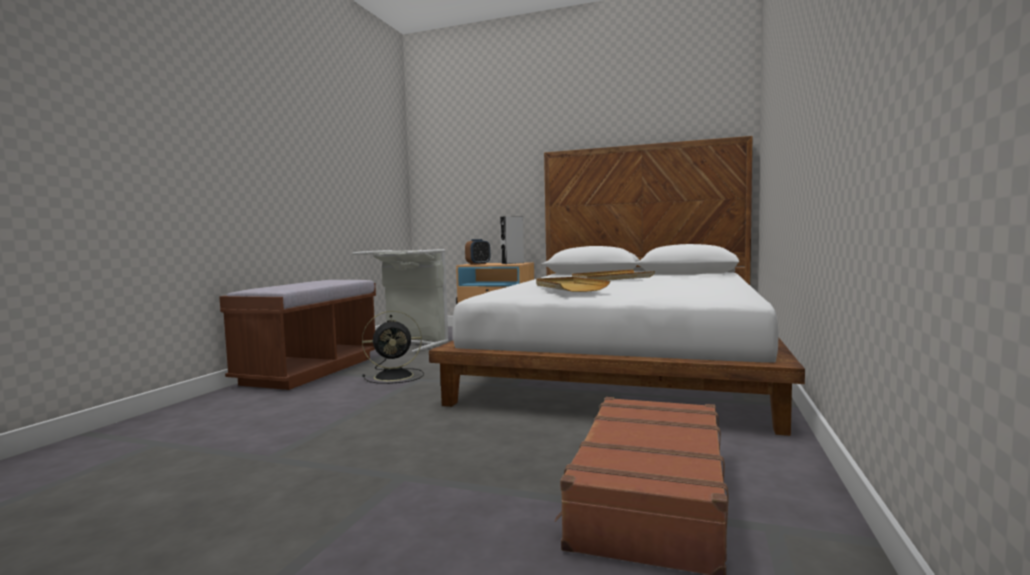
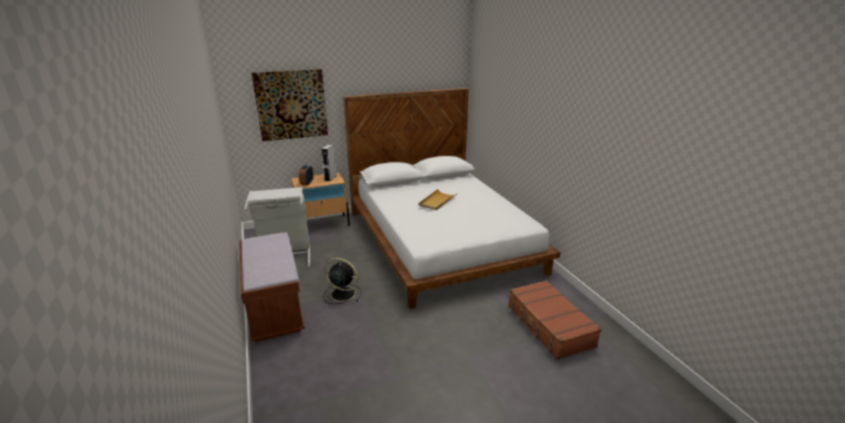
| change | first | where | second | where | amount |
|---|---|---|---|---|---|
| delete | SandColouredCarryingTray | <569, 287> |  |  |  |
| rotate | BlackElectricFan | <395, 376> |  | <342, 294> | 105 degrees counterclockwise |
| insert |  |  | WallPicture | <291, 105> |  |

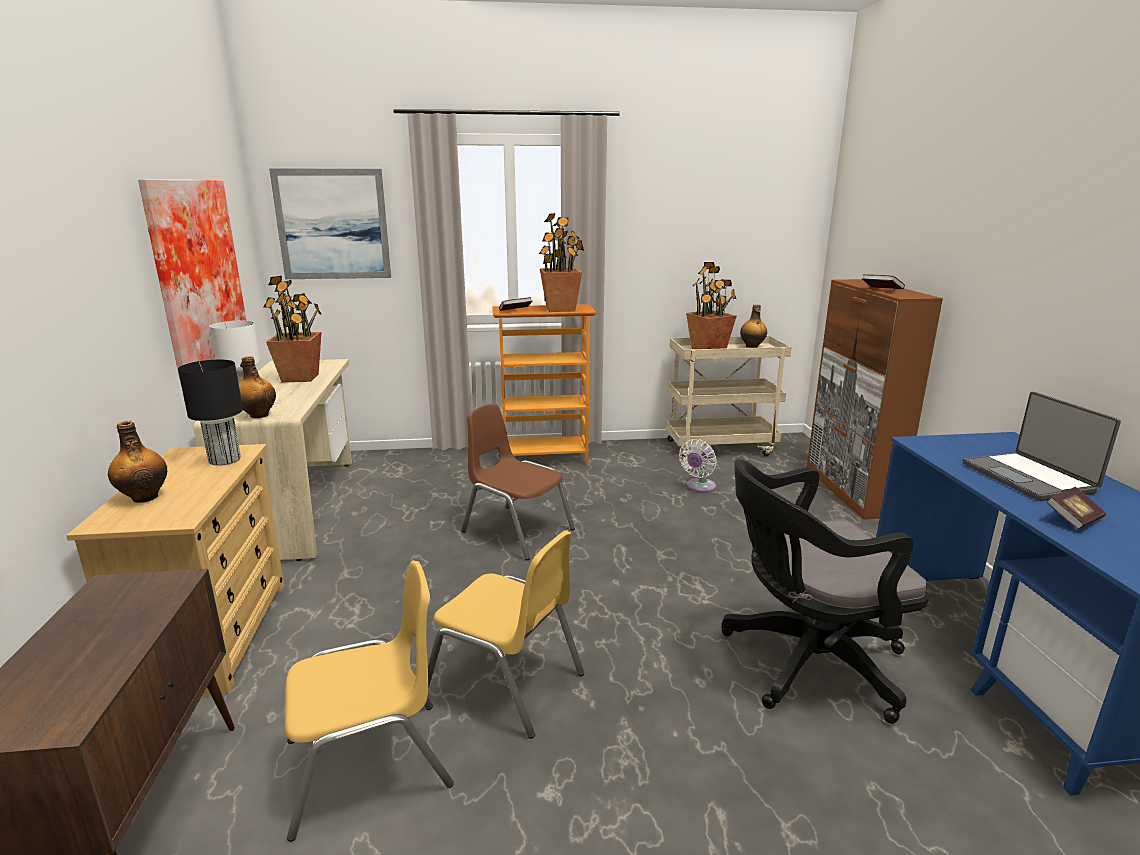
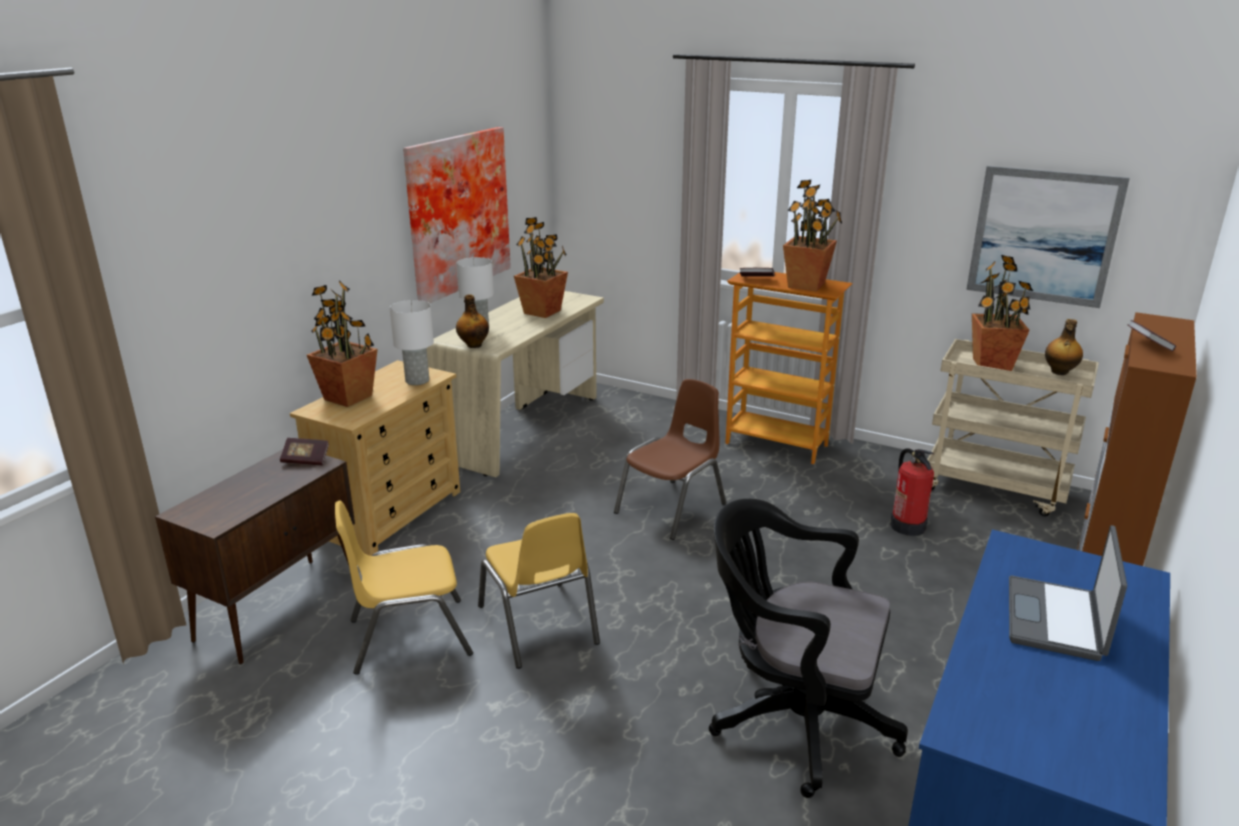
| change | first | where | second | where | amount |
|---|---|---|---|---|---|
| move | WallPicture | <332, 224> |  | <1043, 236> |  |
| recolor | BlackTabletopLamp | <224, 460> | WhiteTabletopLamp | <416, 381> |  |
| rotate | BrownColouredPlainChair | <517, 531> |  | <672, 509> | 60 degrees clockwise |
| replace | BeverageBottle | <144, 497> | PlantInAPot | <348, 398> |  |
| replace | WhiteElectricFan | <699, 487> | Extinguisher | <907, 526> |  |
| move | Book | <1073, 519> |  | <306, 460> |  |
| rotate | YellowColouredPlainChair | <369, 765> |  | <409, 636> | 150 degrees clockwise |

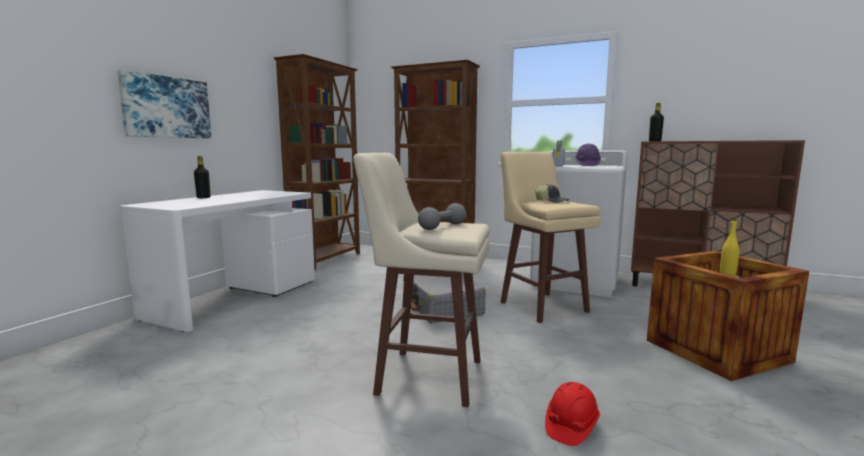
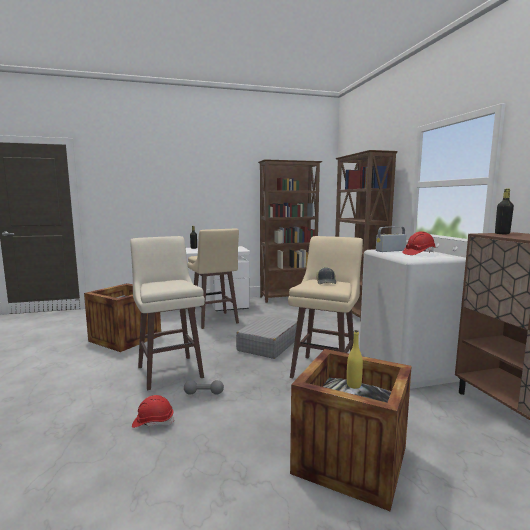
| change | first | where | second | where | amount |
|---|---|---|---|---|---|
| delete | WallPicture | <166, 107> |  |  |  |
| recolor | PurpleWorkHelmet | <587, 165> | RedWorkHelmet | <418, 253> |  |
| move | GrayFreeWeight | <442, 226> |  | <203, 393> |  |
| insert |  |  | SandColouredSittingStool | <214, 321> |  |
| insert |  |  | ShippingCrate | <125, 338> |  |

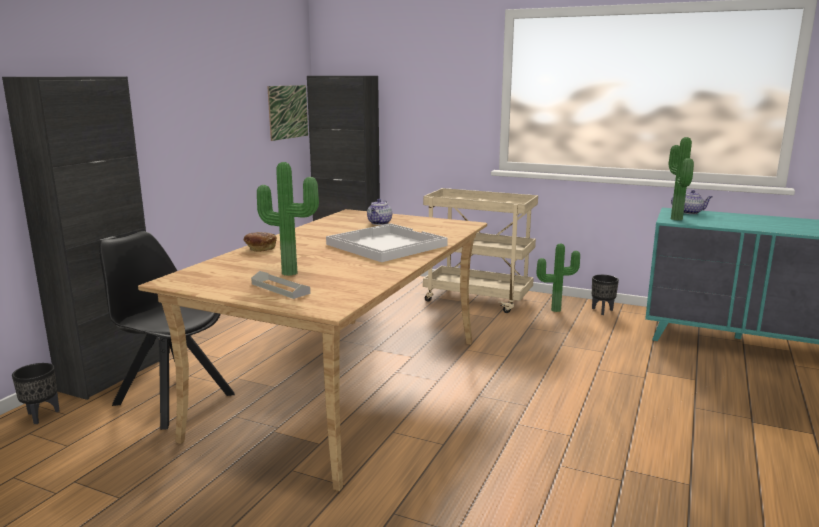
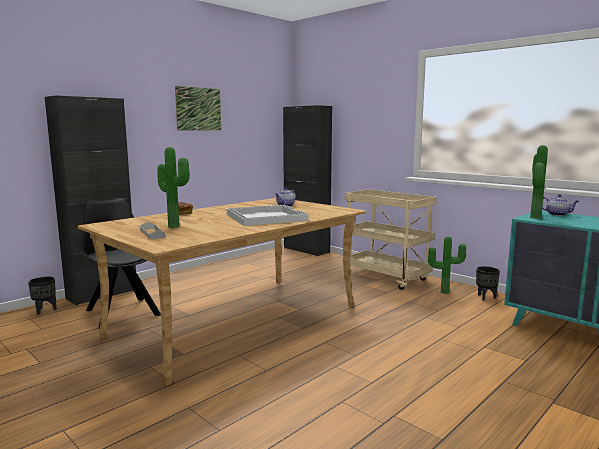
| change | first | where | second | where | amount |
|---|---|---|---|---|---|
| move | WallPicture | <288, 112> |  | <198, 109> |  |

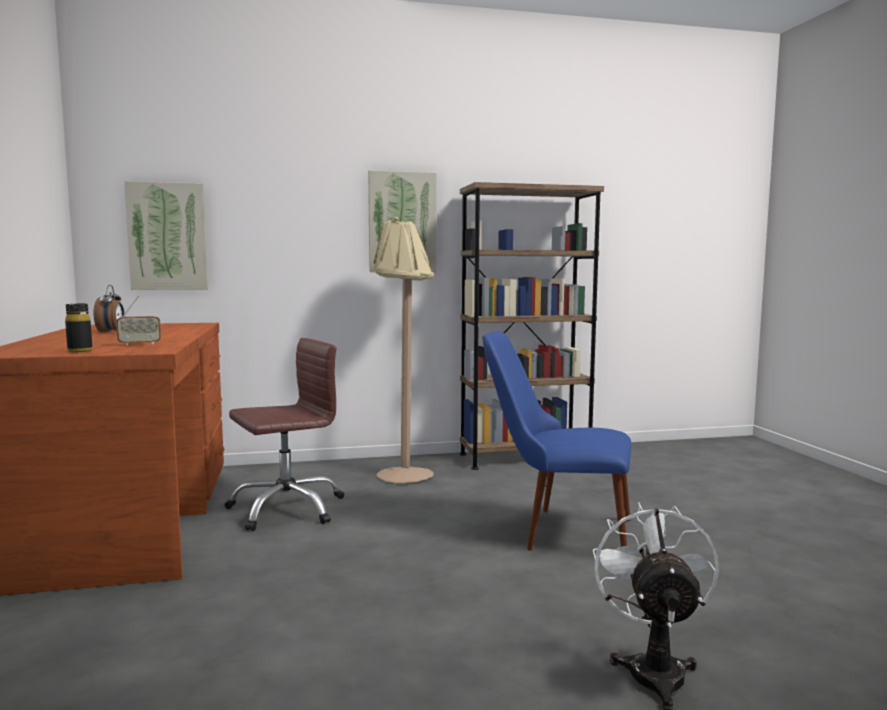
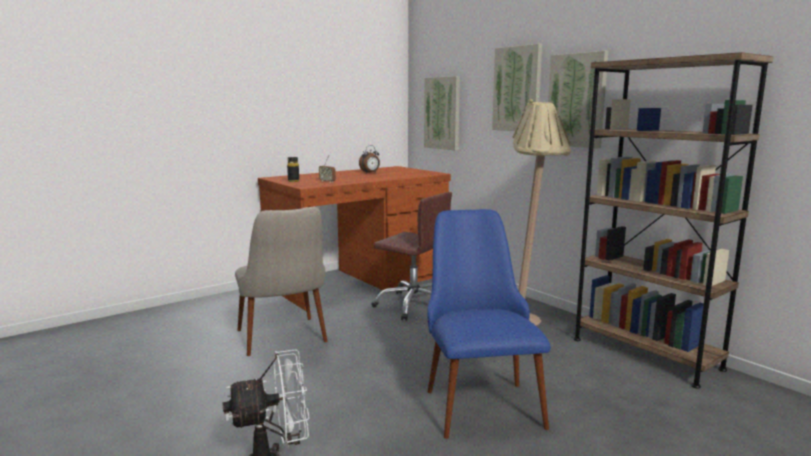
| change | first | where | second | where | amount |
|---|---|---|---|---|---|
| insert |  |  | WallPicture | <517, 89> |  |
| insert |  |  | SandColouredPlainChair | <285, 342> |  |

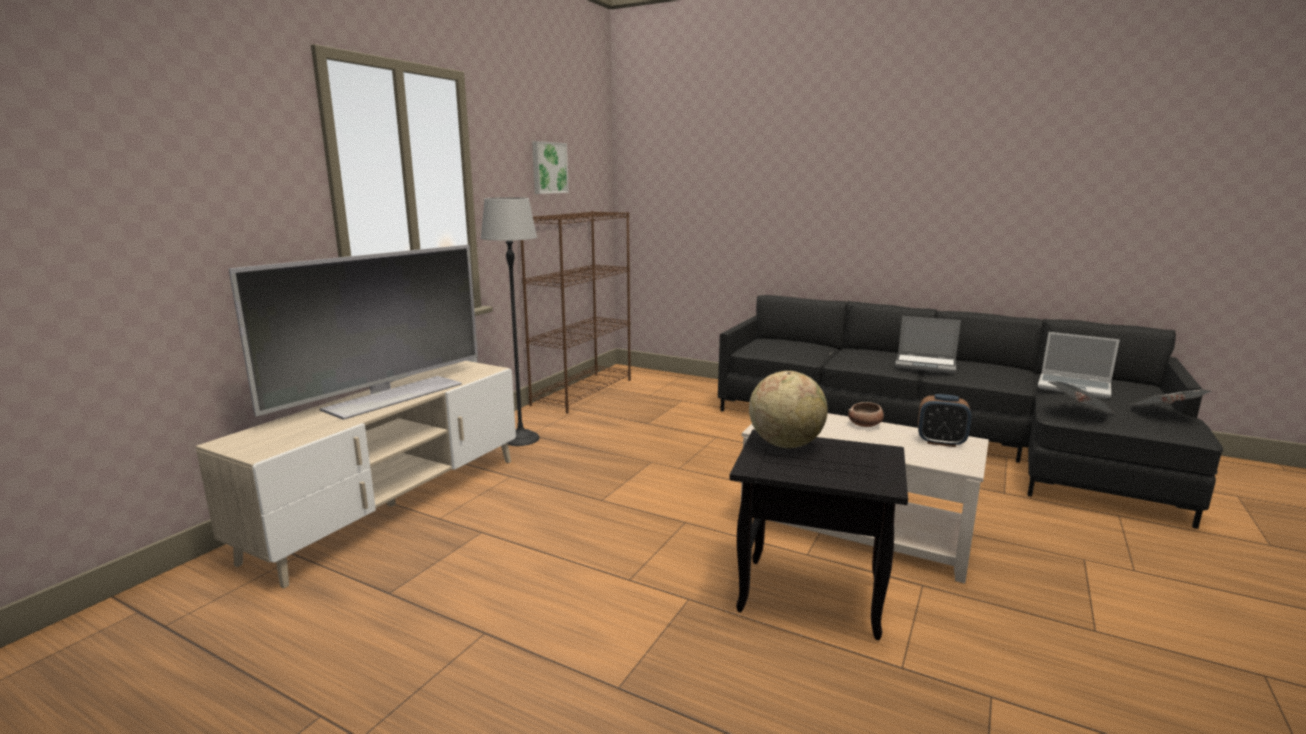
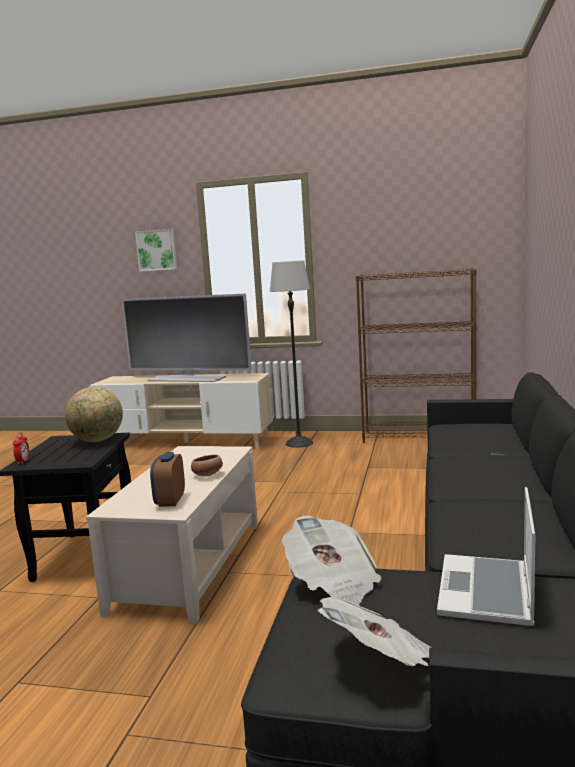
| change | first | where | second | where | amount |
|---|---|---|---|---|---|
| move | WallPicture | <548, 168> |  | <157, 250> |  |
| delete | NotebookComputer | <926, 365> |  |  |  |
| insert |  |  | TableClock | <23, 461> |  |

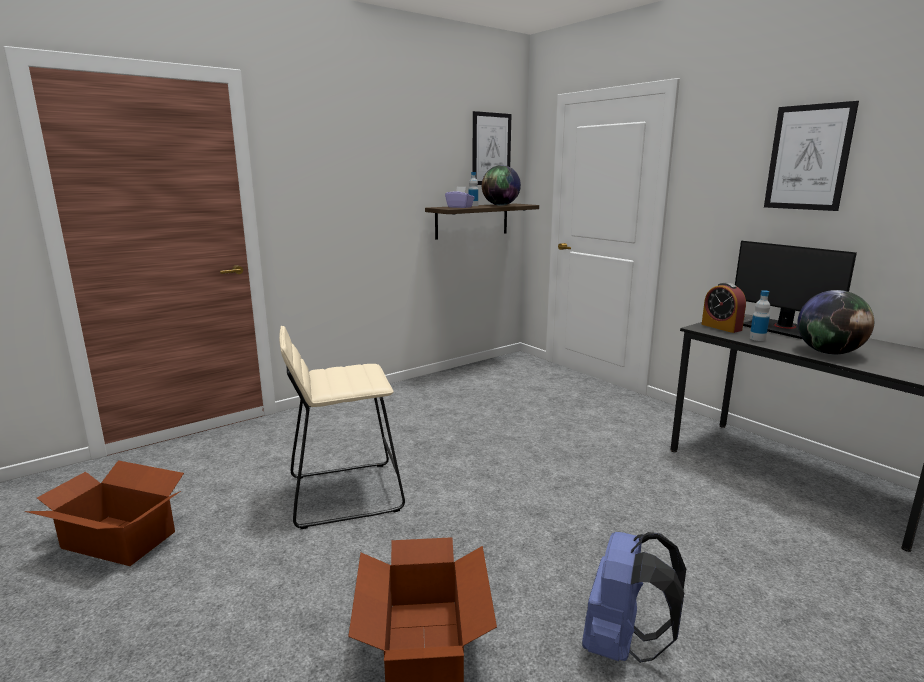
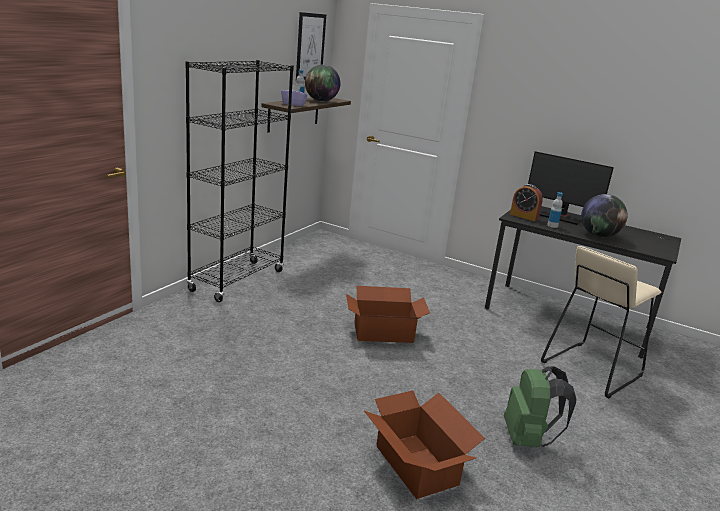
| change | first | where | second | where | amount |
|---|---|---|---|---|---|
| delete | WallPicture | <808, 157> |  |  |  |
| move | SandColouredSittingStool | <345, 493> |  | <591, 368> |  |
| move | Carton | <119, 539> |  | <382, 332> |  |
| recolor | BlueColouredKnapsack | <622, 644> | GreenKnapsack | <528, 439> |  |
| insert |  |  | BlackBookshelf | <237, 281> |  |

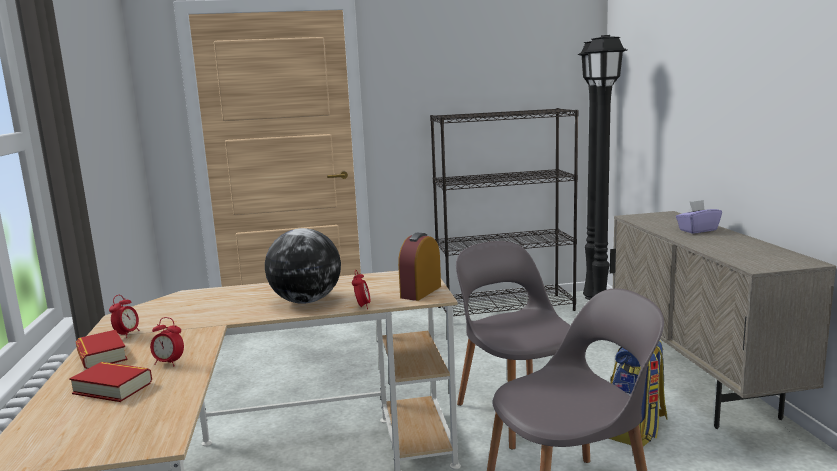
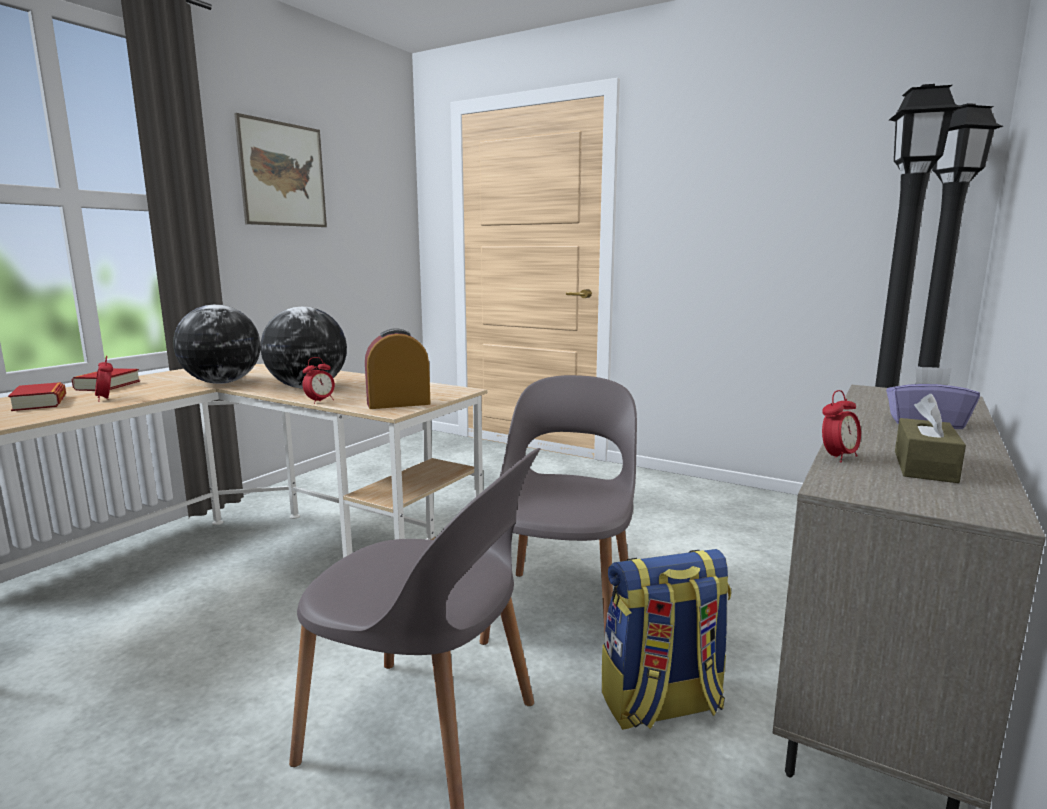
| change | first | where | second | where | amount |
|---|---|---|---|---|---|
| delete | BlackBookshelf | <506, 308> |  |  |  |
| move | TableClock | <127, 334> |  | <838, 457> |  |
| insert |  |  | WallPicture | <283, 174> |  |
| insert |  |  | DeskGlobe | <223, 382> |  |
| insert |  |  | BrownColouredTissueBox | <924, 466> |  |

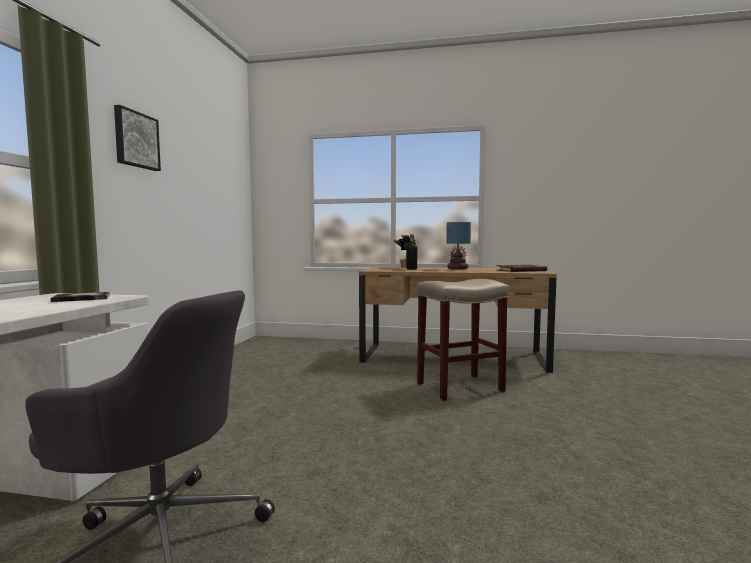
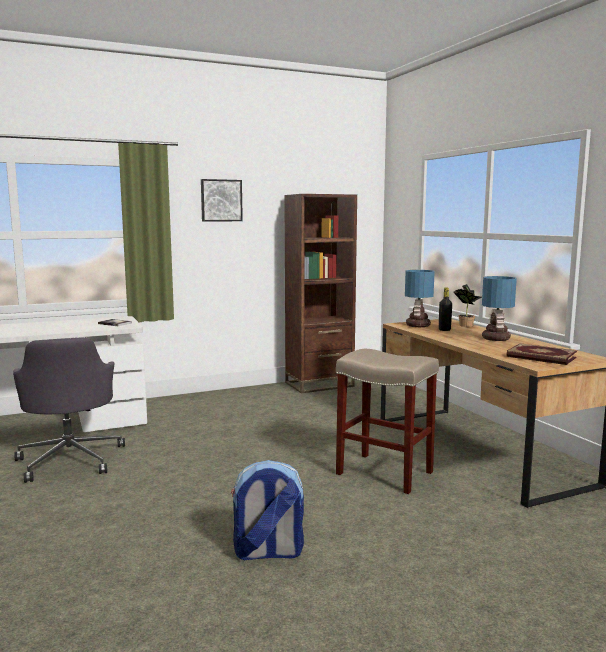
| change | first | where | second | where | amount |
|---|---|---|---|---|---|
| insert |  |  | BrownColouredBookshelf | <319, 384> |  |
| insert |  |  | TabletopLamp | <418, 325> |  |
| insert |  |  | Knapsack | <267, 552> |  |

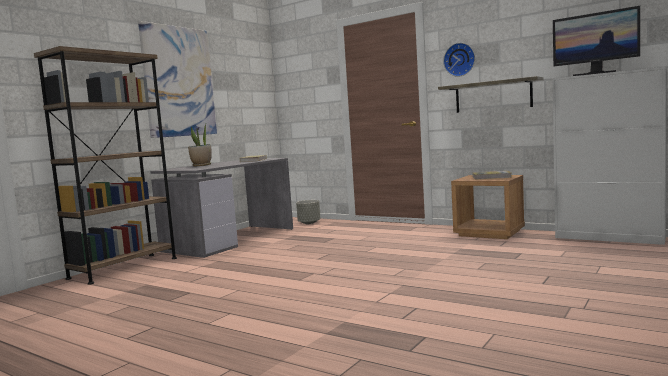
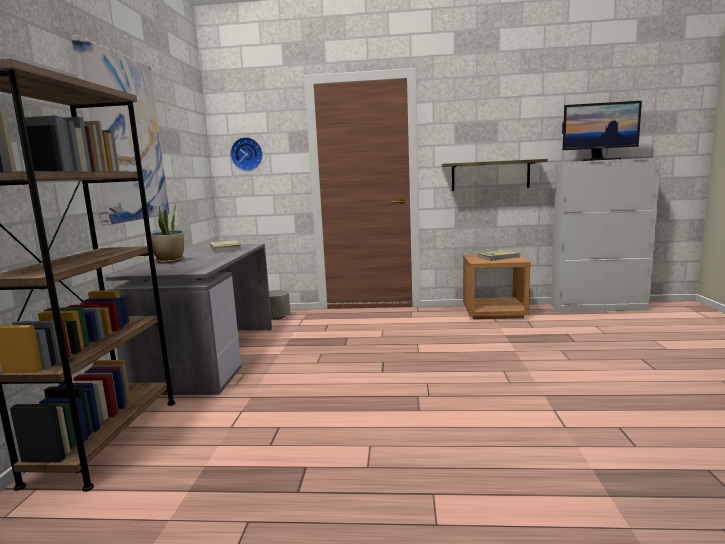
| change | first | where | second | where | amount |
|---|---|---|---|---|---|
| move | WallClock | <460, 59> |  | <247, 154> |  |

